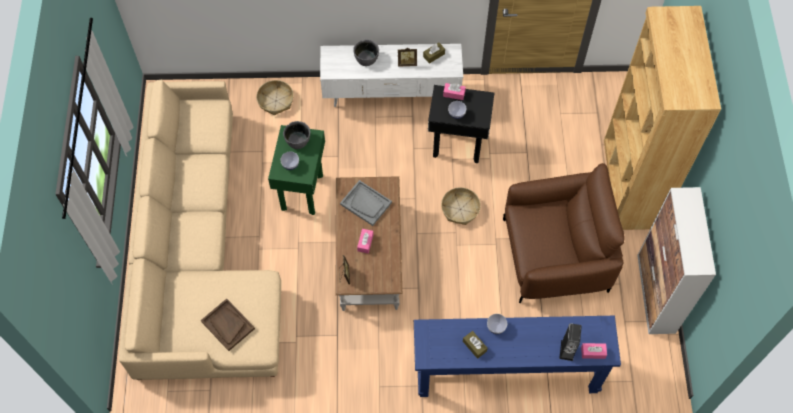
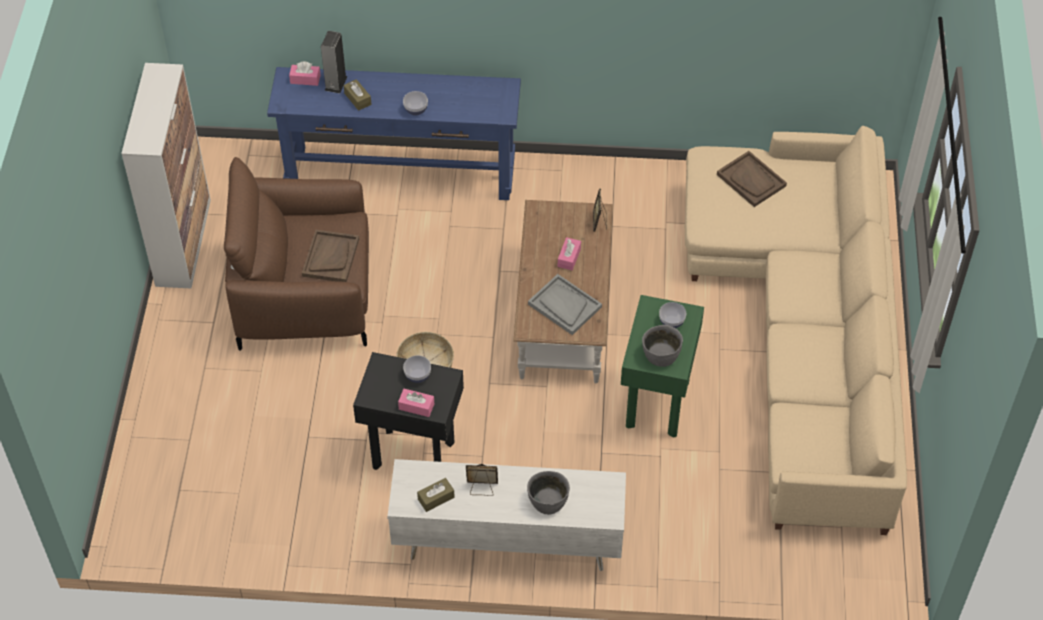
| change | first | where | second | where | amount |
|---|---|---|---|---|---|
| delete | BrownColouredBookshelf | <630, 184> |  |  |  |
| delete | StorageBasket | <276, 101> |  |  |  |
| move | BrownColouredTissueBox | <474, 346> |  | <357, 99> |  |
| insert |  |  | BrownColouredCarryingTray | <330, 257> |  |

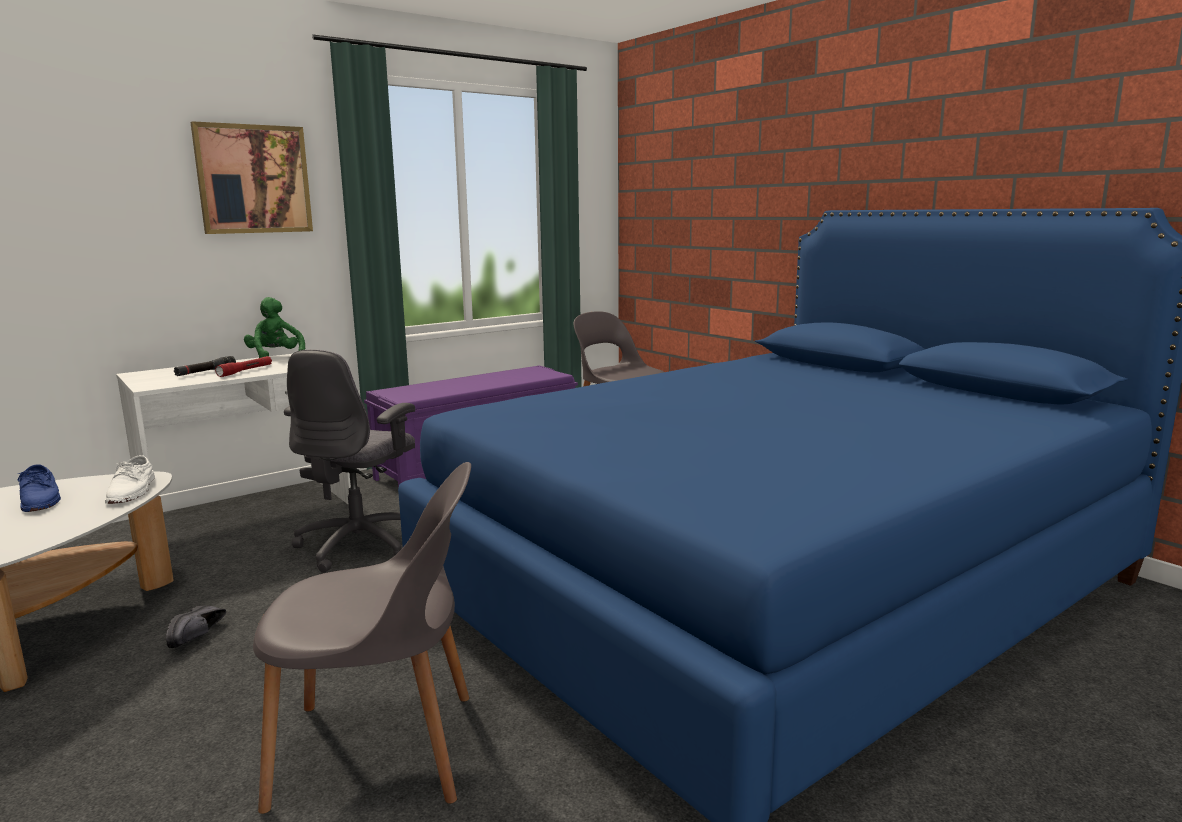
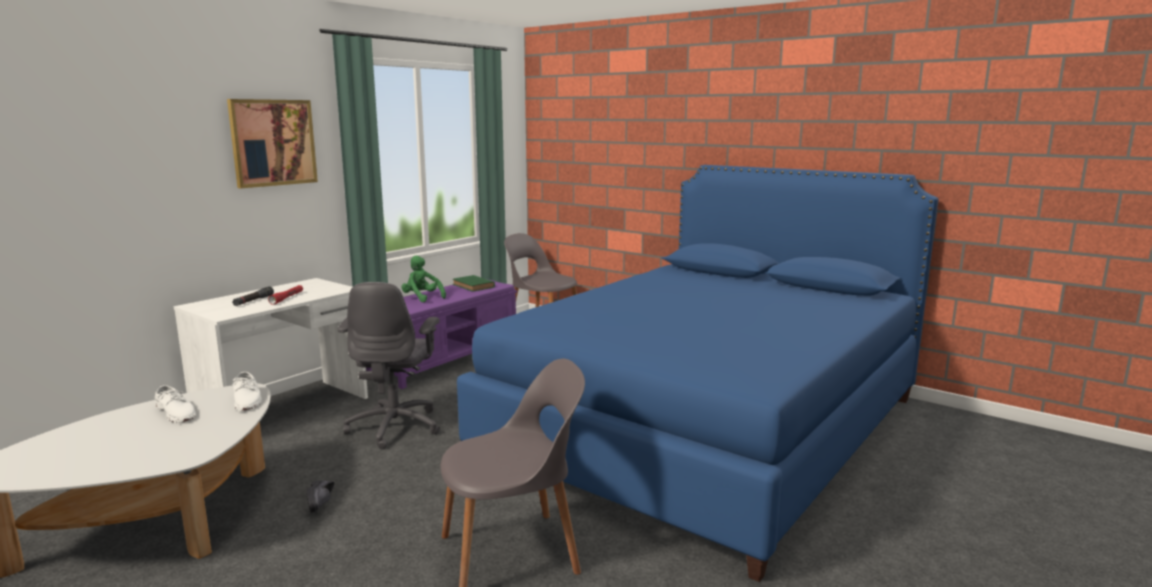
| change | first | where | second | where | amount |
|---|---|---|---|---|---|
| move | GreenSoftToy | <276, 357> |  | <422, 298> |  |
| recolor | BlueColouredItemOfFootwear | <41, 499> | WhiteItemOfFootwear | <176, 412> |  |
| insert |  |  | GreenBook | <474, 286> |  |

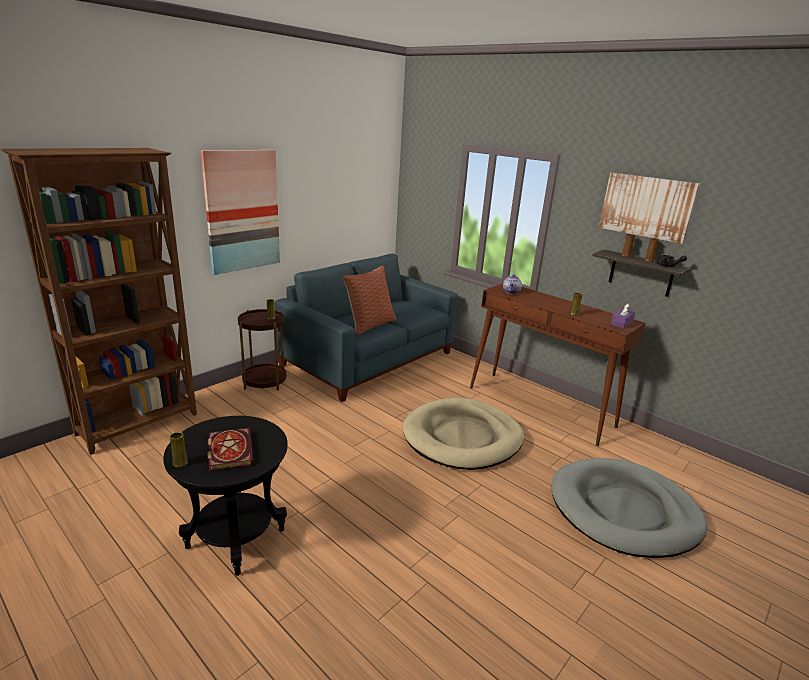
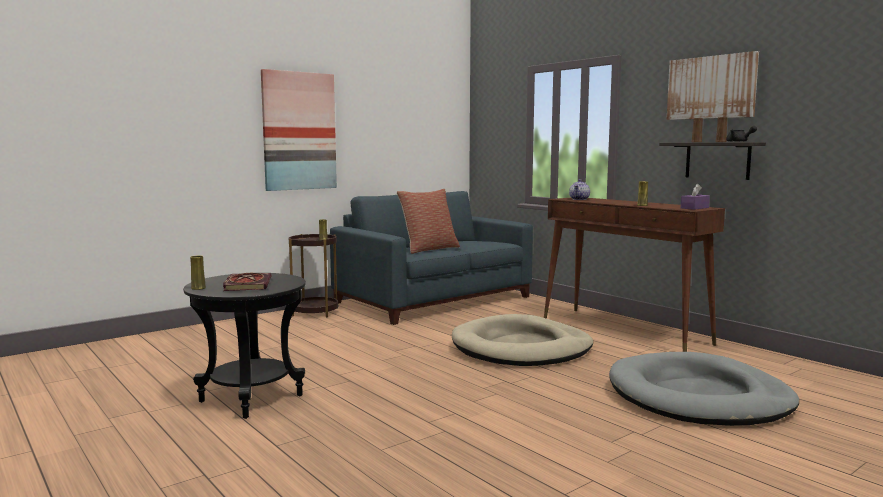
| change | first | where | second | where | amount |
|---|---|---|---|---|---|
| delete | BrownColouredBookshelf | <139, 424> |  |  |  |

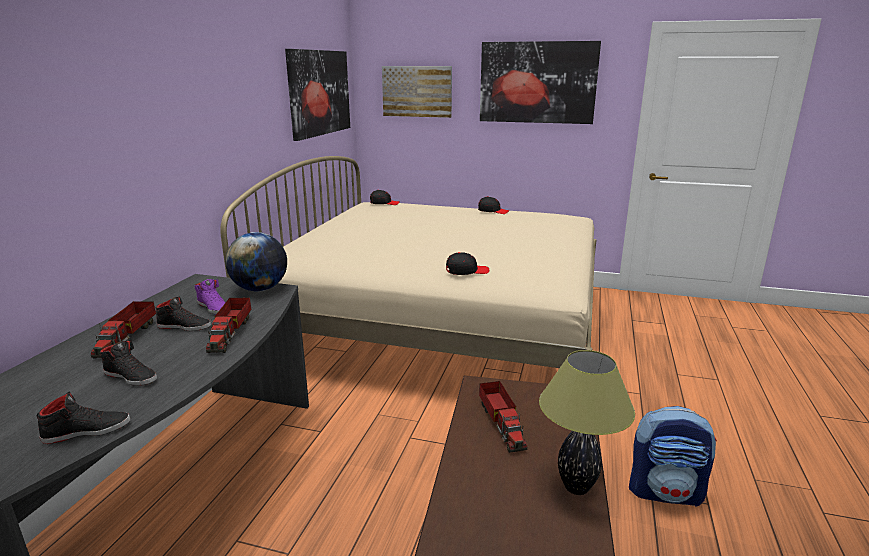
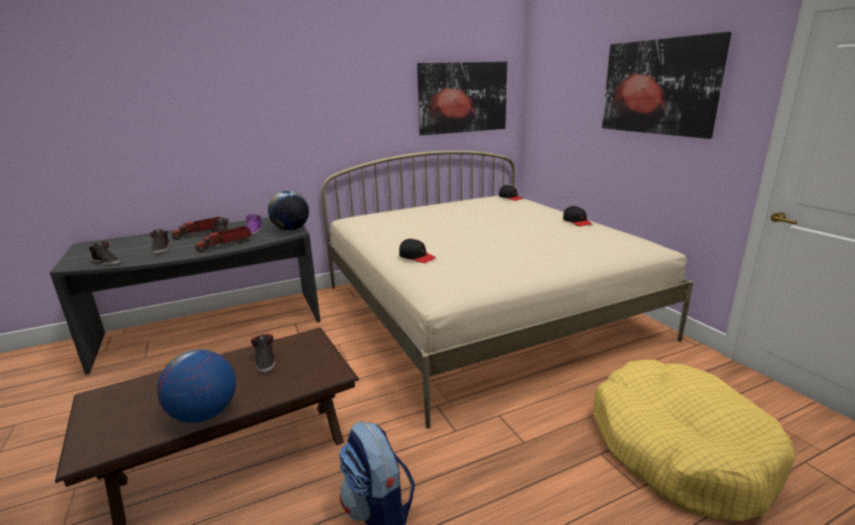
| change | first | where | second | where | amount |
|---|---|---|---|---|---|
| delete | WallPicture | <417, 91> |  |  |  |
| replace | TabletopLamp | <577, 487> | DeskGlobe | <204, 414> |  |
| replace | ModelTruck | <501, 423> | BlackItemOfFootwear | <266, 361> |  |
| insert |  |  | YellowColouredDogBed | <678, 449> |  |

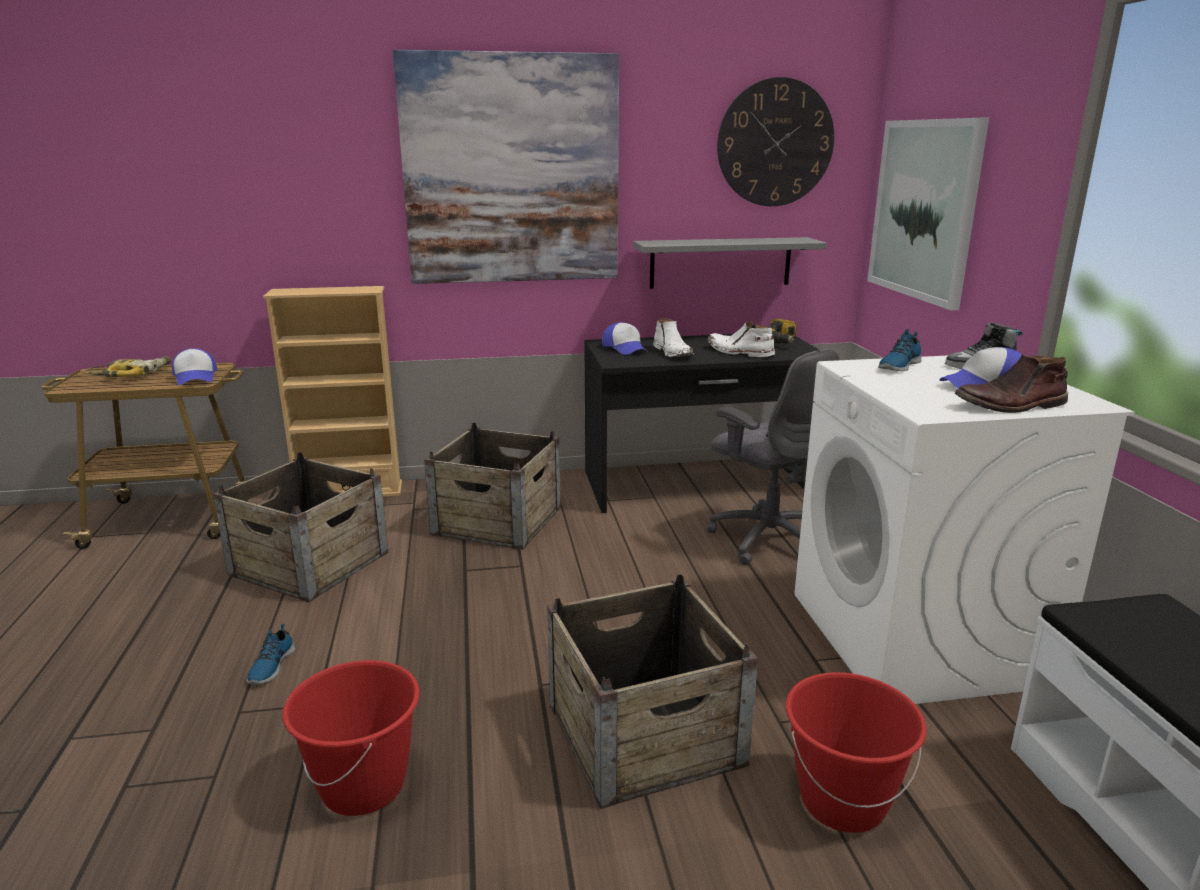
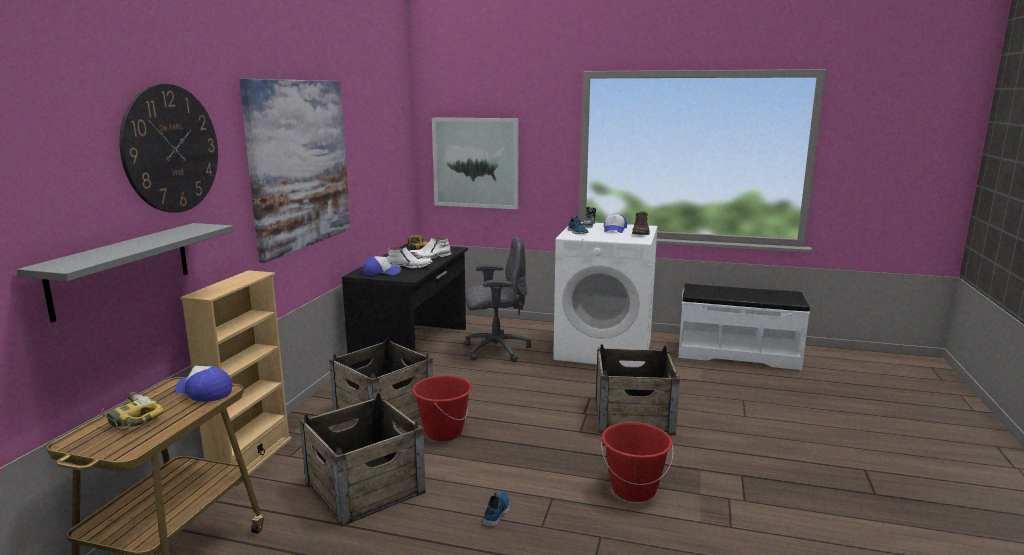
| change | first | where | second | where | amount |
|---|---|---|---|---|---|
| move | WallClock | <775, 143> |  | <171, 149> |  |
| move | GrayWallShelf | <720, 262> |  | <122, 269> |  |
| rotate | BaseballCap | <196, 377> |  | <203, 391> | 150 degrees counterclockwise |
| rotate | ItemOfFootwear | <270, 666> |  | <497, 512> | 105 degrees counterclockwise |
| move | RedBucket | <842, 802> |  | <443, 432> |  |

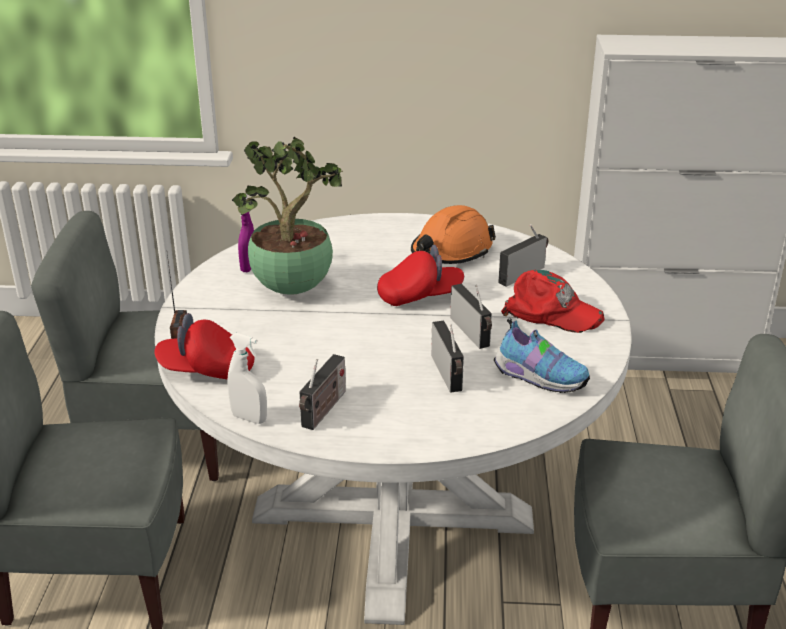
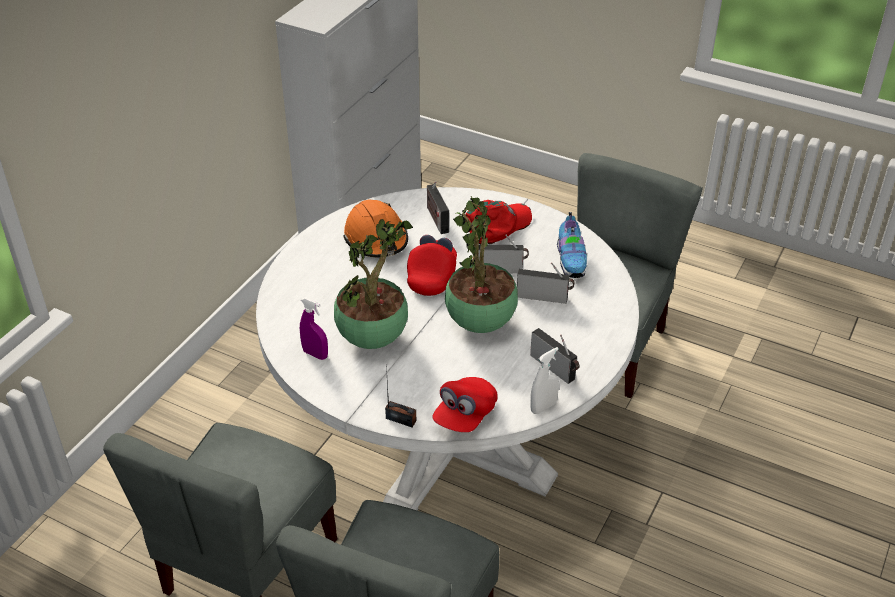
| change | first | where | second | where | amount |
|---|---|---|---|---|---|
| rotate | ItemOfFootwear | <538, 377> |  | <571, 260> | 120 degrees clockwise |
| insert |  |  | PlantInAPot | <480, 325> |  |

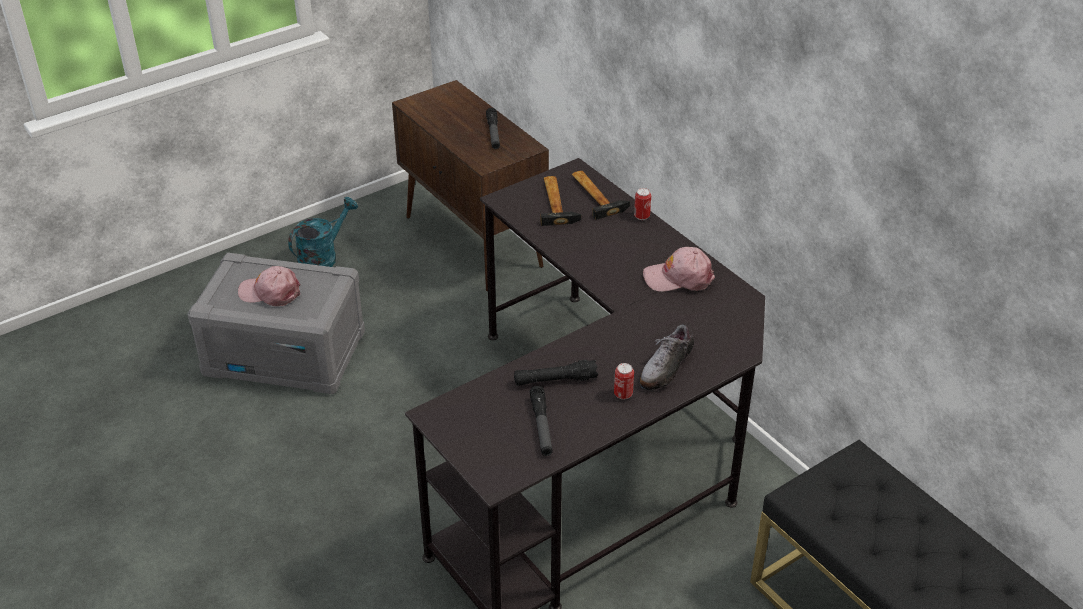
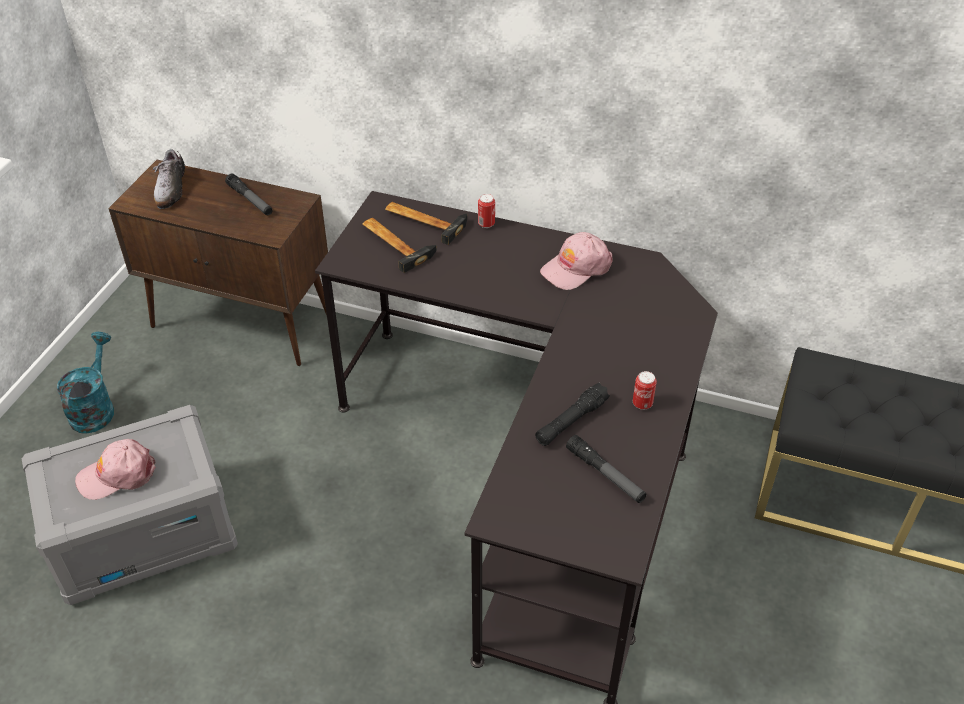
| change | first | where | second | where | amount |
|---|---|---|---|---|---|
| move | ItemOfFootwear | <665, 368> |  | <171, 189> |  |

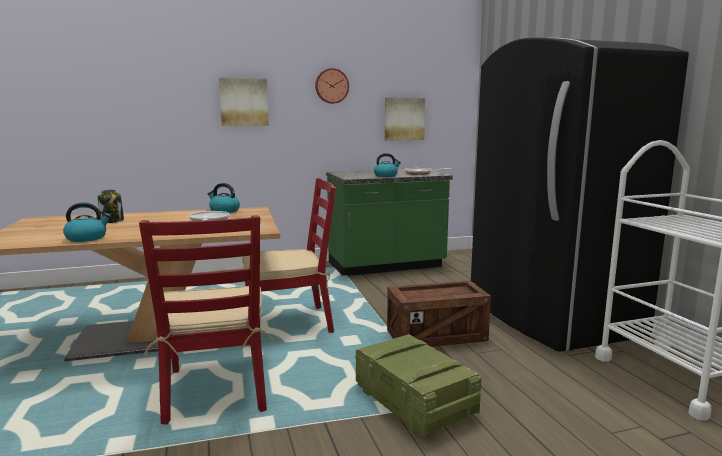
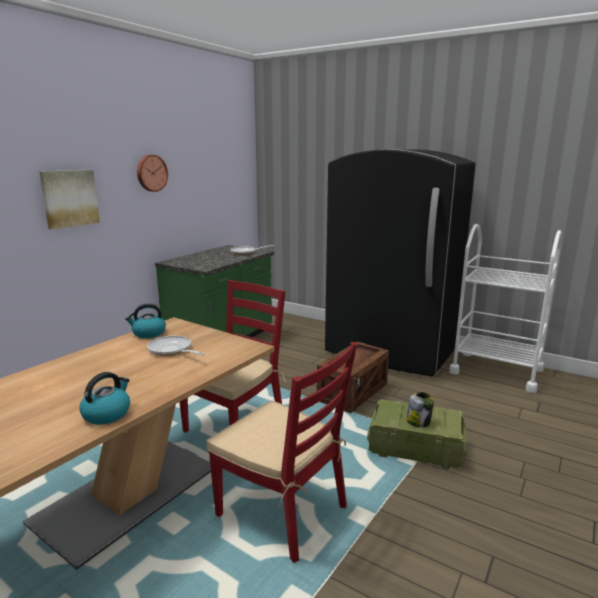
| change | first | where | second | where | amount |
|---|---|---|---|---|---|
| delete | WallPicture | <404, 119> |  |  |  |
| delete | Kettle | <386, 176> |  |  |  |
| move | StorageJar | <112, 221> |  | <418, 422> |  |

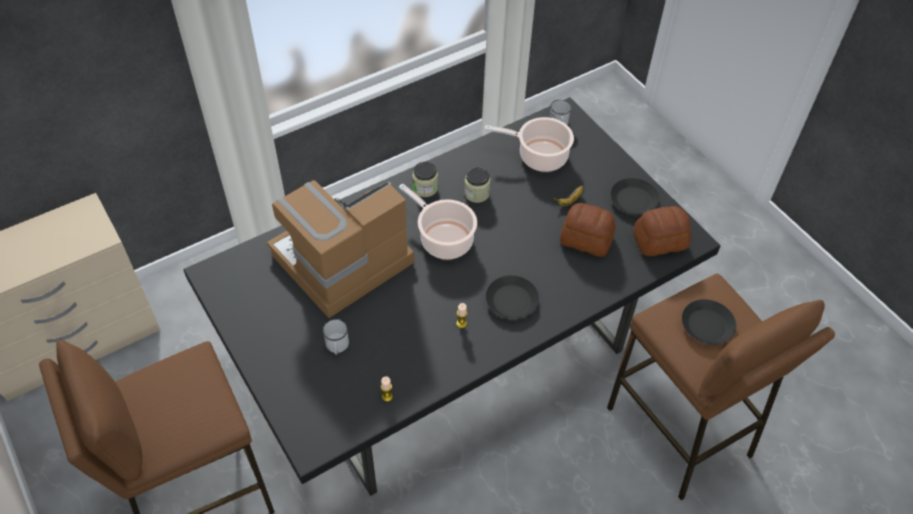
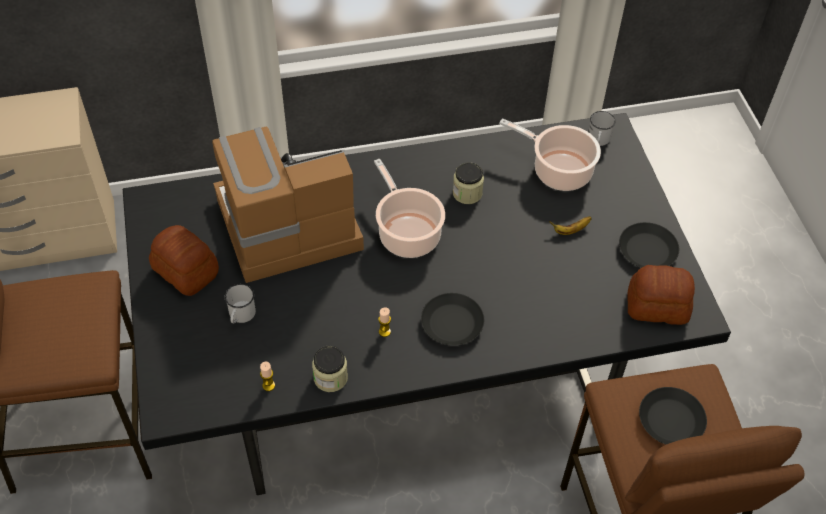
| change | first | where | second | where | amount |
|---|---|---|---|---|---|
| move | StorageJar | <425, 188> |  | <330, 378> |  |
| move | Bread | <586, 240> |  | <185, 272> |  |

